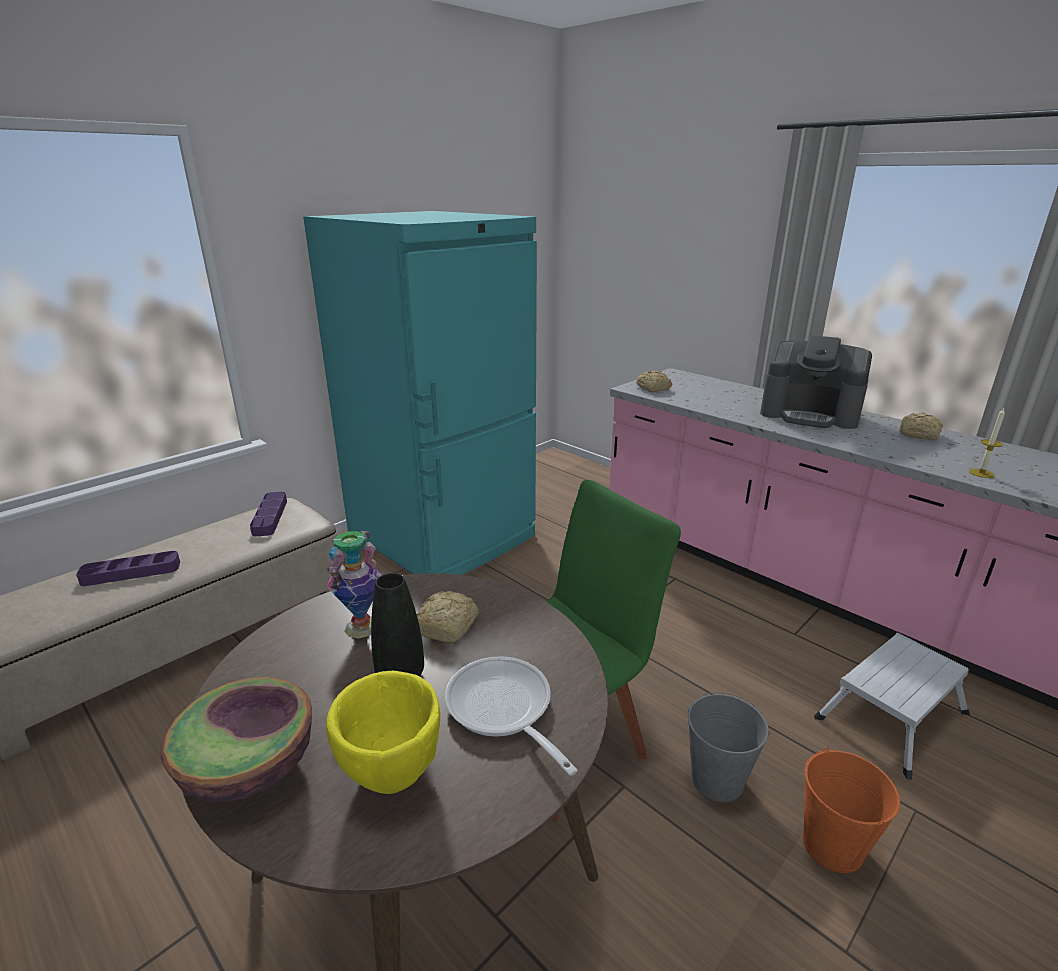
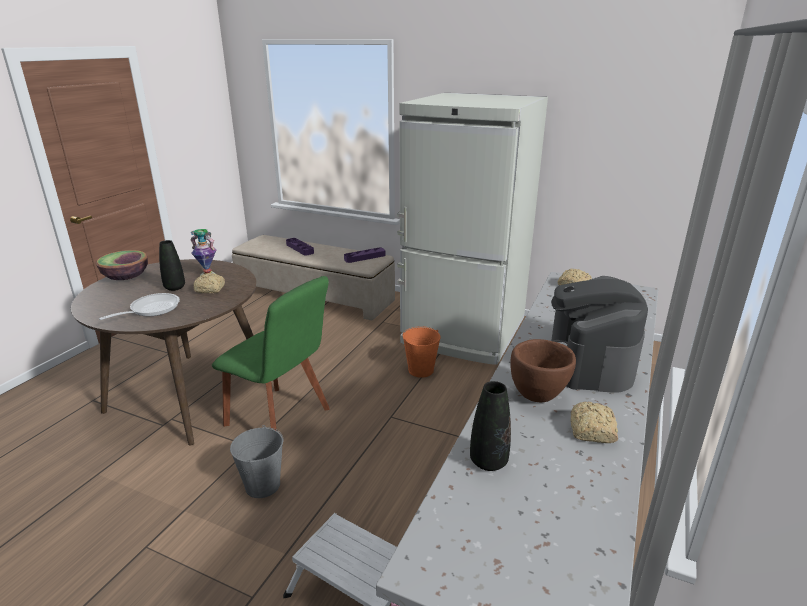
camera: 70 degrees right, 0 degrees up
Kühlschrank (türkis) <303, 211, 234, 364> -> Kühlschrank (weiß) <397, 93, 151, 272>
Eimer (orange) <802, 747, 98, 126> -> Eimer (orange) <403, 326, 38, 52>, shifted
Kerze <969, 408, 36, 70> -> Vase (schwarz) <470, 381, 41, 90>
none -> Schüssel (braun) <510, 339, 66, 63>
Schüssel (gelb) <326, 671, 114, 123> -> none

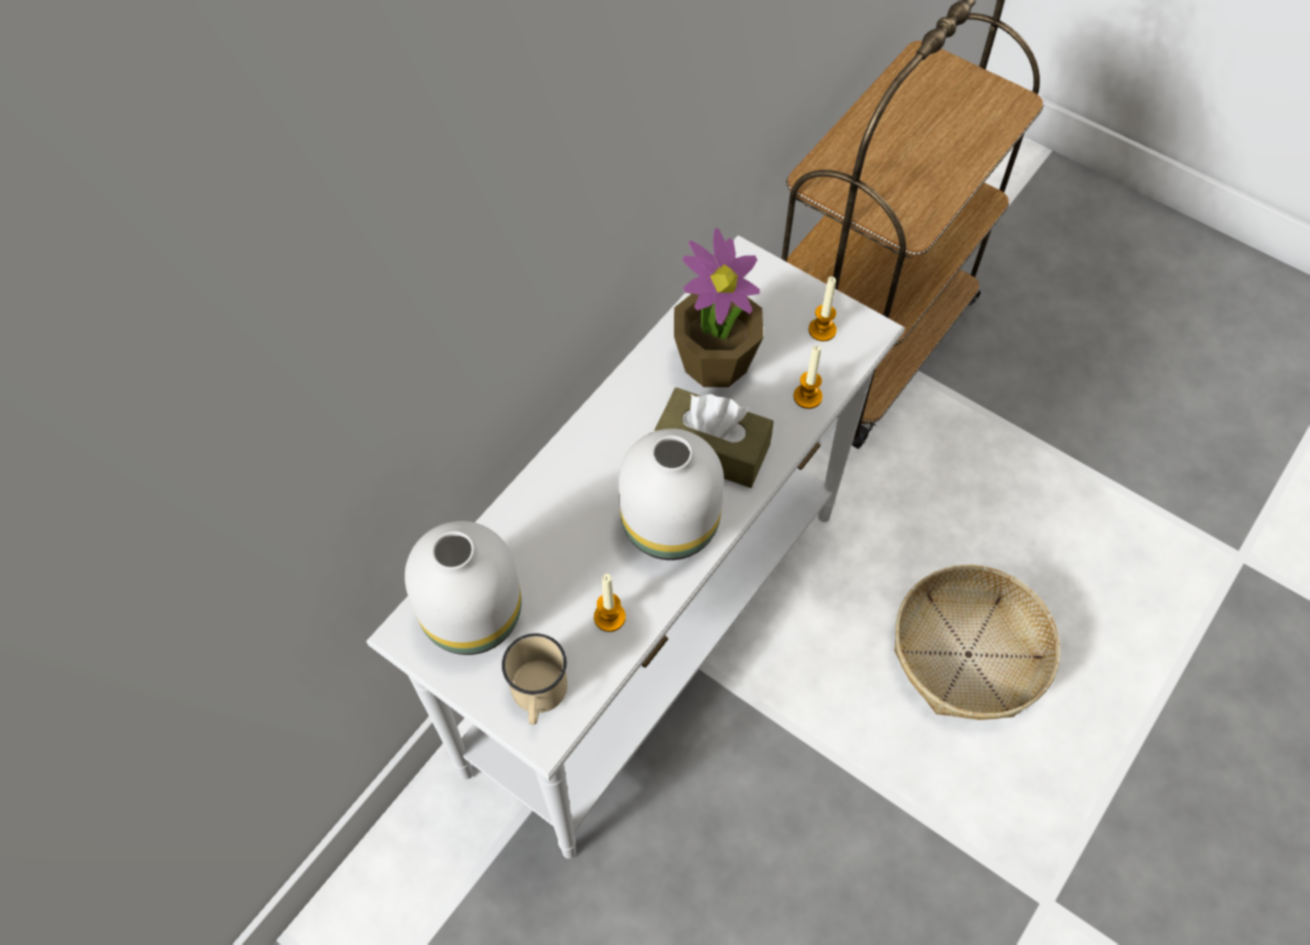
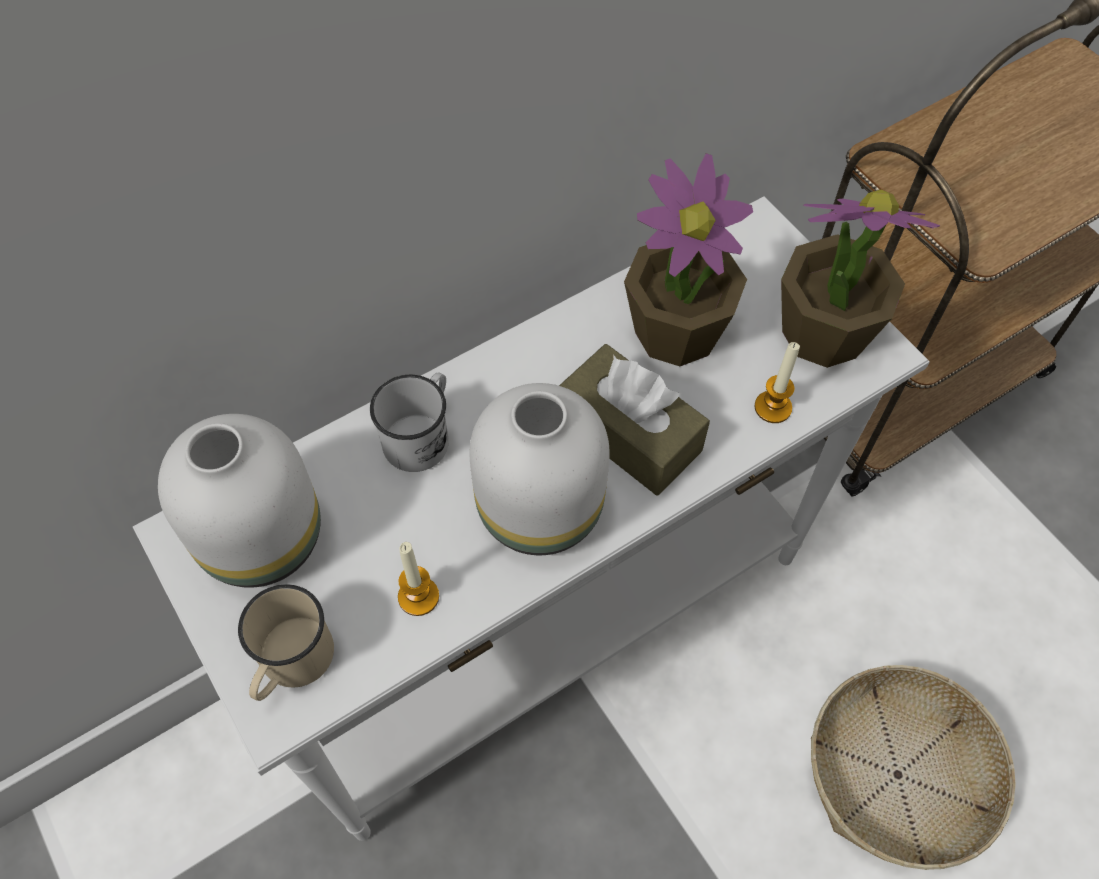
camera: 20 degrees right, 0 degrees up
none -> Henkelbecher (weiß) <370, 372, 79, 100>
Kerze <808, 276, 29, 65> -> Topfpflanze <781, 189, 159, 179>

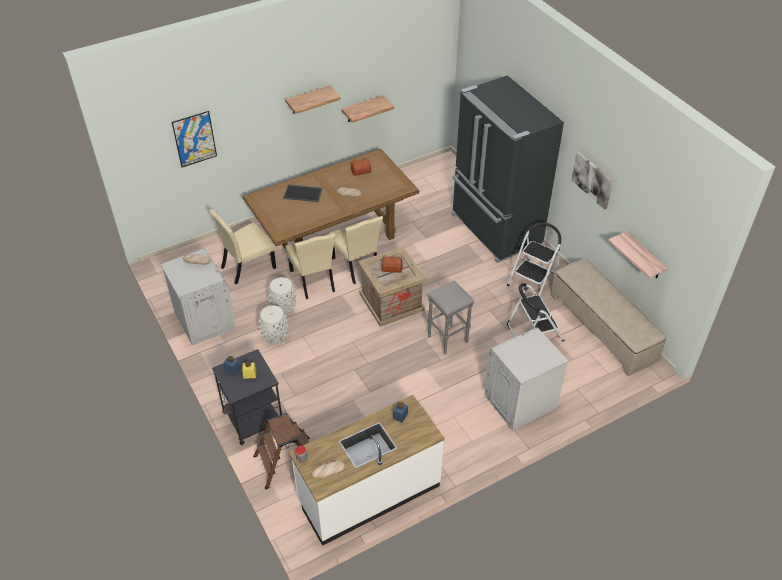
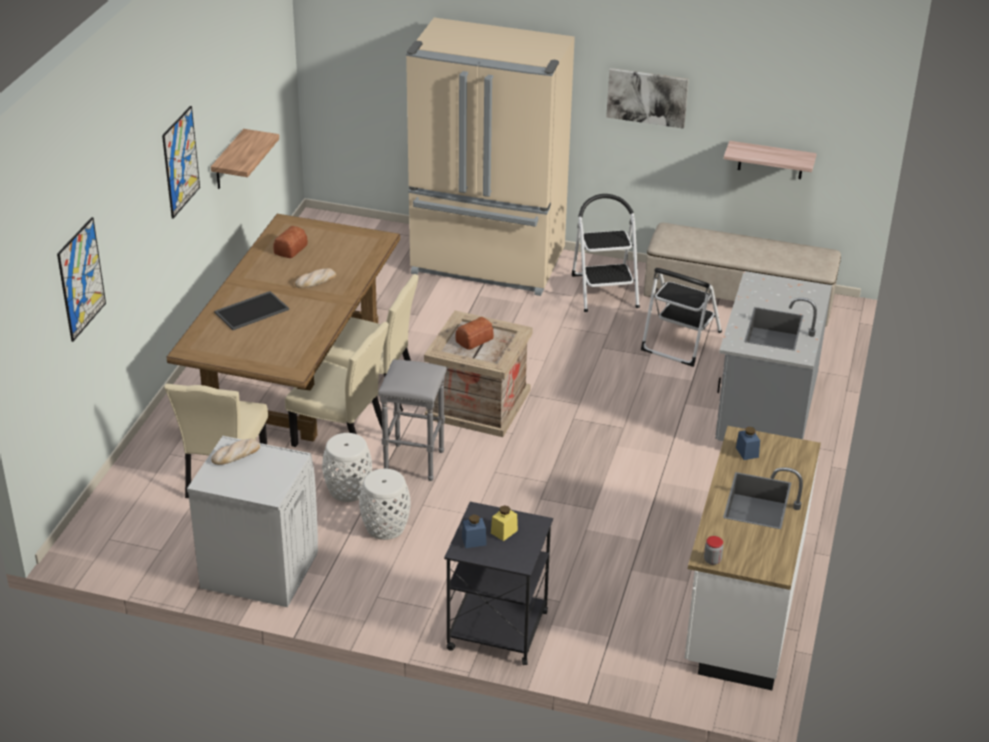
camera: 45 degrees left, 10 degrees down
Wandregal <285, 86, 56, 28> -> Bild <162, 106, 38, 113>
Hocker (grau) <427, 281, 47, 73> -> Hocker (grau) <378, 359, 69, 122>, shifted
Kühlschrank (schwarz) <451, 75, 113, 188> -> Kühlschrank (beige) <406, 18, 169, 278>
Waschmaschine (weiß) <485, 327, 83, 104> -> Küchenzeile (grau) <715, 271, 117, 170>
Trittleiter (braun) <253, 413, 57, 76> -> none
Brot <311, 461, 34, 18> -> none

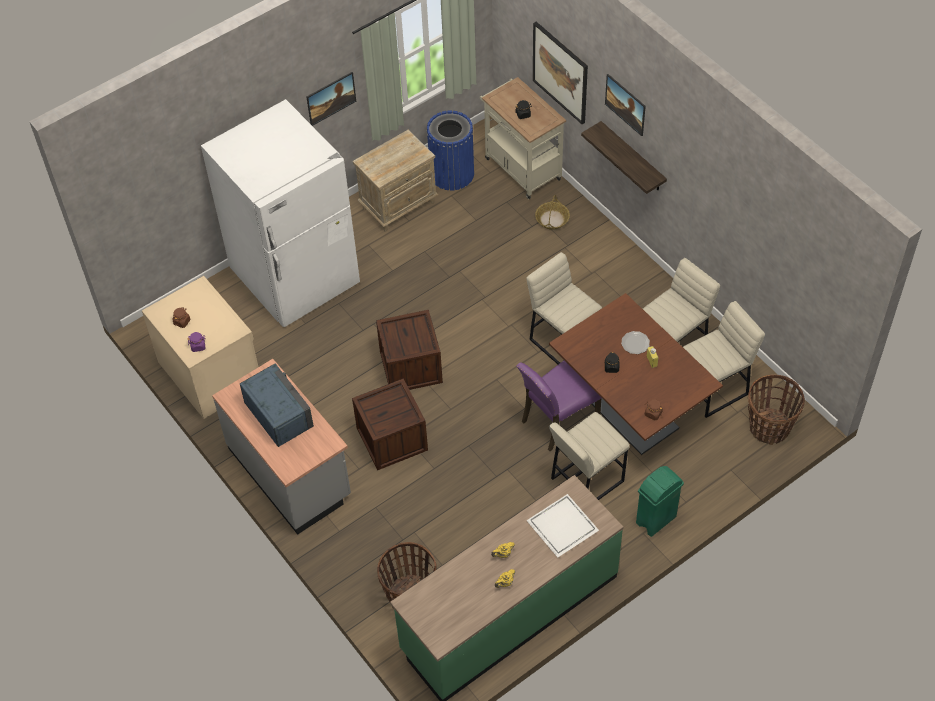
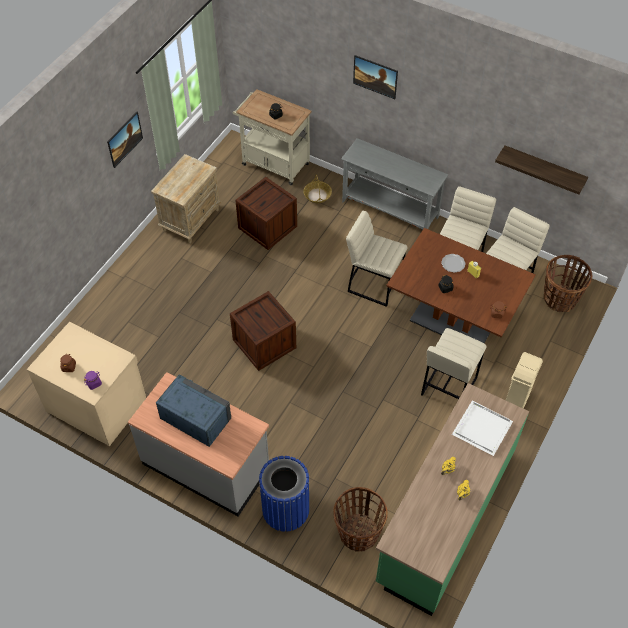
camera: 25 degrees left, 0 degrees up
Kiste <352, 379, 76, 91> -> Kiste <235, 177, 62, 73>, shifted
Mülleimer (blau) <427, 110, 47, 81> -> Mülleimer (blau) <259, 456, 50, 76>, shifted
none -> Konsolentisch (grau) <341, 138, 107, 91>
Wandregal <581, 121, 86, 73> -> Wandregal <495, 145, 93, 50>, shifted
Mülleimer (grün) <636, 466, 48, 71> -> Mülleimer (beige) <506, 352, 37, 57>
Kühlschrank (weiß) <201, 99, 159, 228> -> none
Stuhl (lila) <516, 360, 85, 91> -> none
Bild <533, 22, 55, 102> -> none

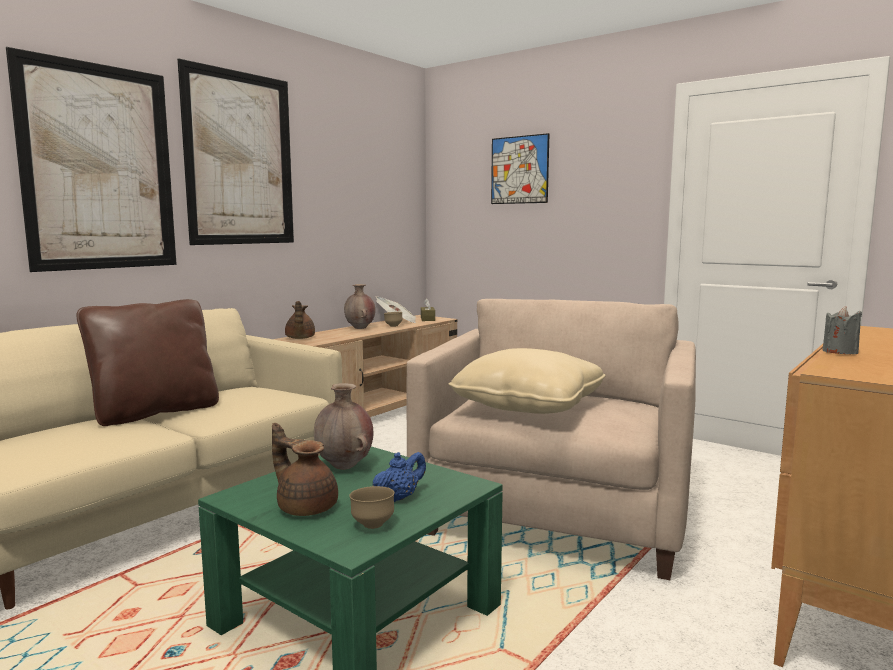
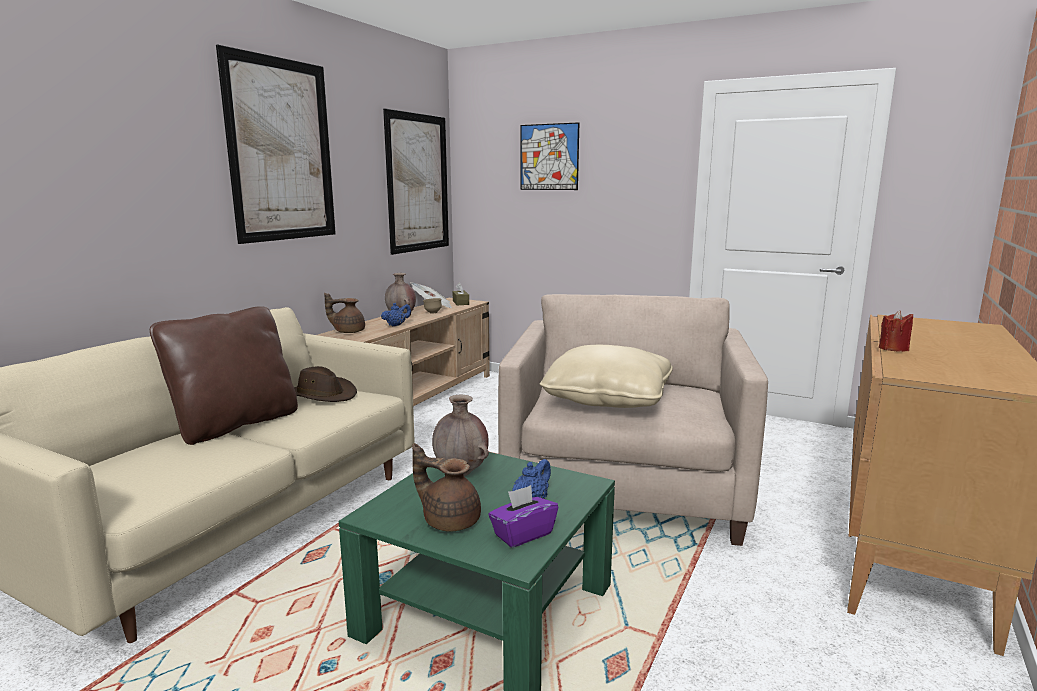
camera: 10 degrees left, 5 degrees up
none -> Hut (braun) <294, 366, 63, 36>
Teekanne (braun) <285, 301, 30, 38> -> Teekanne (braun) <324, 293, 41, 40>, 105 degrees clockwise
none -> Teekanne (blau) <381, 303, 30, 23>
Bild <6, 47, 171, 225> -> Bild <383, 108, 66, 147>, shifted
Schüssel (braun) <349, 486, 46, 43> -> Taschentuchbox (lila) <488, 485, 70, 63>
Kerze (grau) <822, 306, 40, 48> -> Kerze (rot) <879, 310, 34, 42>

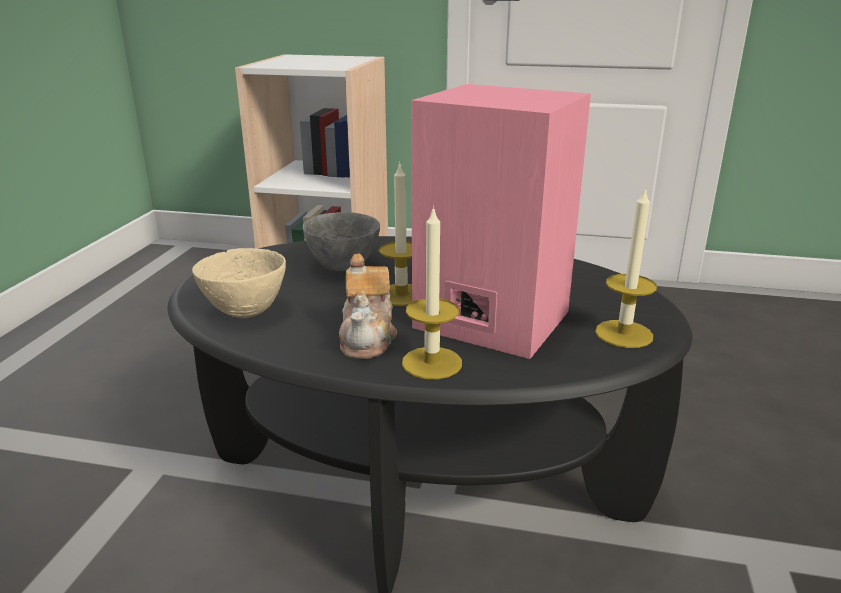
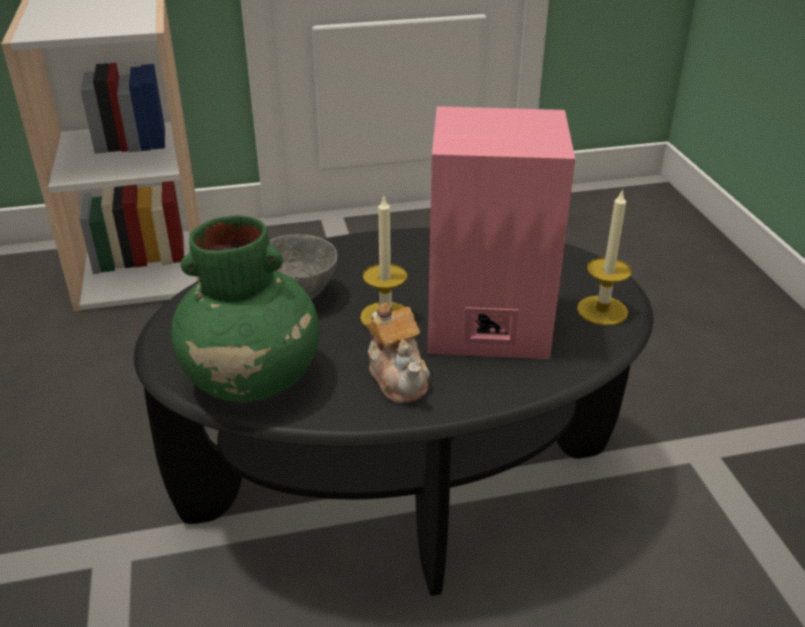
camera: 25 degrees left, 10 degrees up
Schüssel (beige) <192, 248, 94, 70> -> Vase (grün) <171, 215, 149, 187>
Kerze <402, 205, 60, 174> -> none

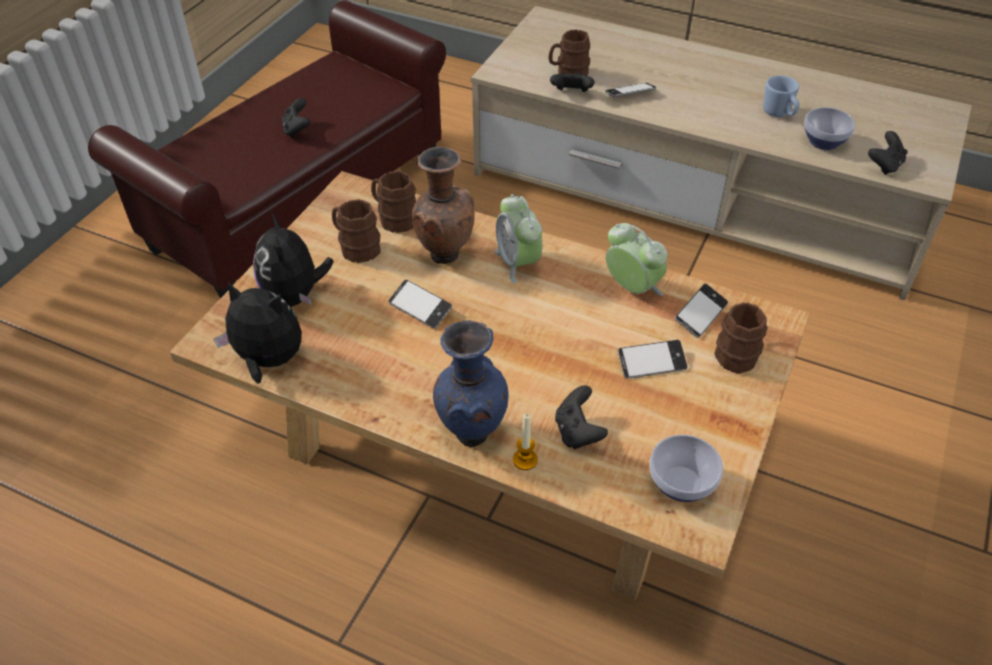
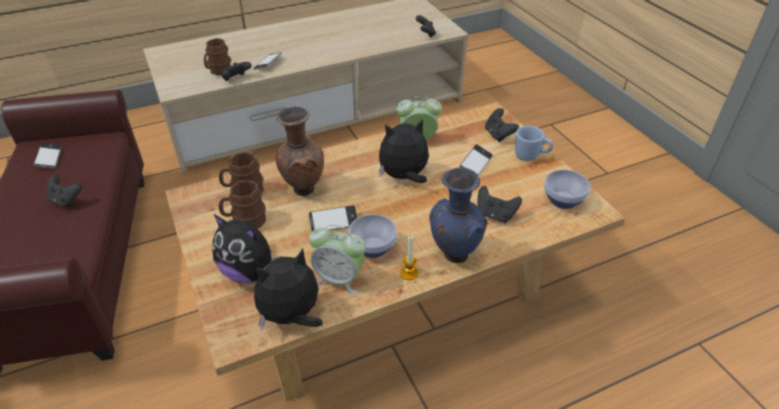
camera: 50 degrees left, 5 degrees down
Handy <675, 284, 53, 54> -> Handy <33, 143, 29, 26>, shifted
Wecker <495, 194, 47, 90> -> Wecker <309, 224, 57, 70>, shifted
Schüssel <804, 107, 51, 43> -> Schüssel <348, 214, 49, 44>, shifted
none -> Plüschtier <379, 119, 50, 64>
Kerze <513, 414, 25, 56> -> Kerze <400, 236, 18, 44>, shifted
Henkelbecher (braun) <715, 302, 52, 72> -> Gamepad (schwarz) <485, 108, 34, 34>
Henkelbecher (blau) <763, 75, 36, 42> -> Henkelbecher (blau) <515, 126, 38, 35>, shifted

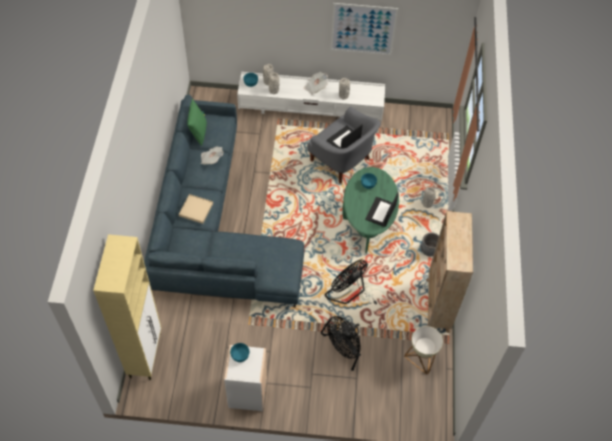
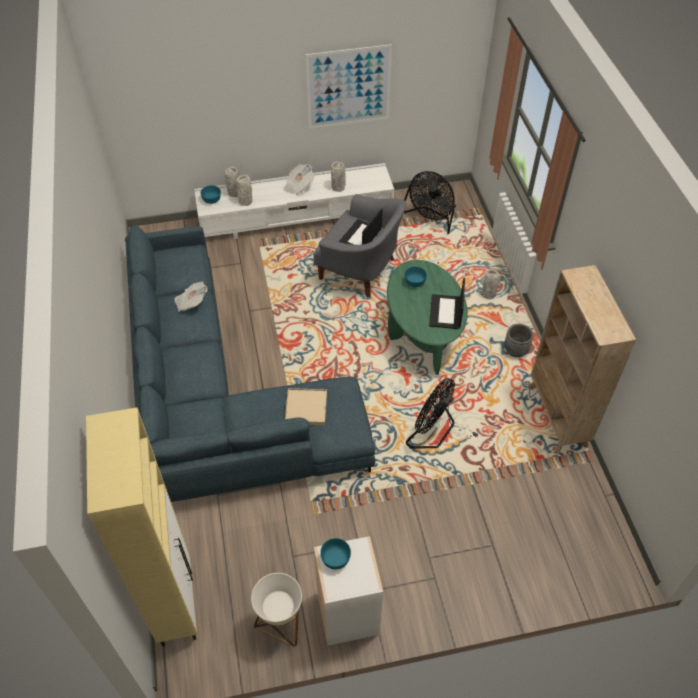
camera: 15 degrees left, 5 degrees down
Pflanzkübel <404, 326, 39, 48> -> Pflanzkübel <251, 573, 51, 73>, shifted
Tablett (beige) <179, 194, 34, 30> -> Tablett (beige) <285, 388, 42, 37>, shifted
Ventilator (schwarz) <321, 316, 40, 55> -> Ventilator (schwarz) <404, 171, 52, 63>, shifted
Kissen (grün) <187, 99, 20, 47> -> none

